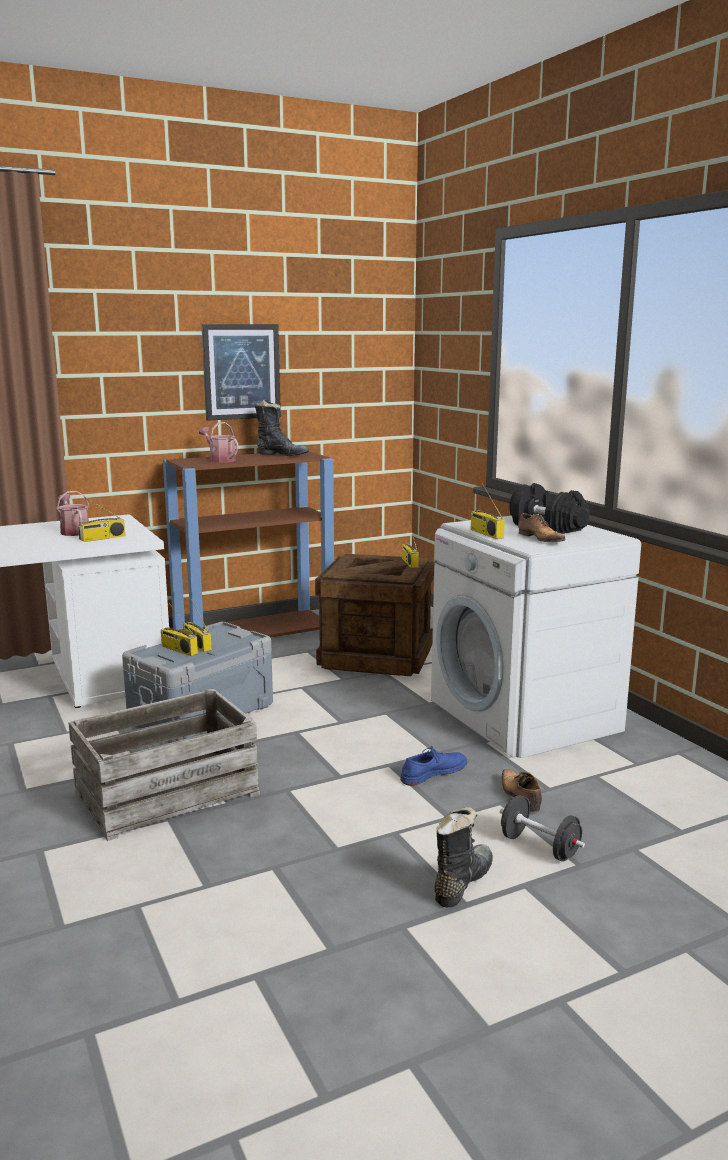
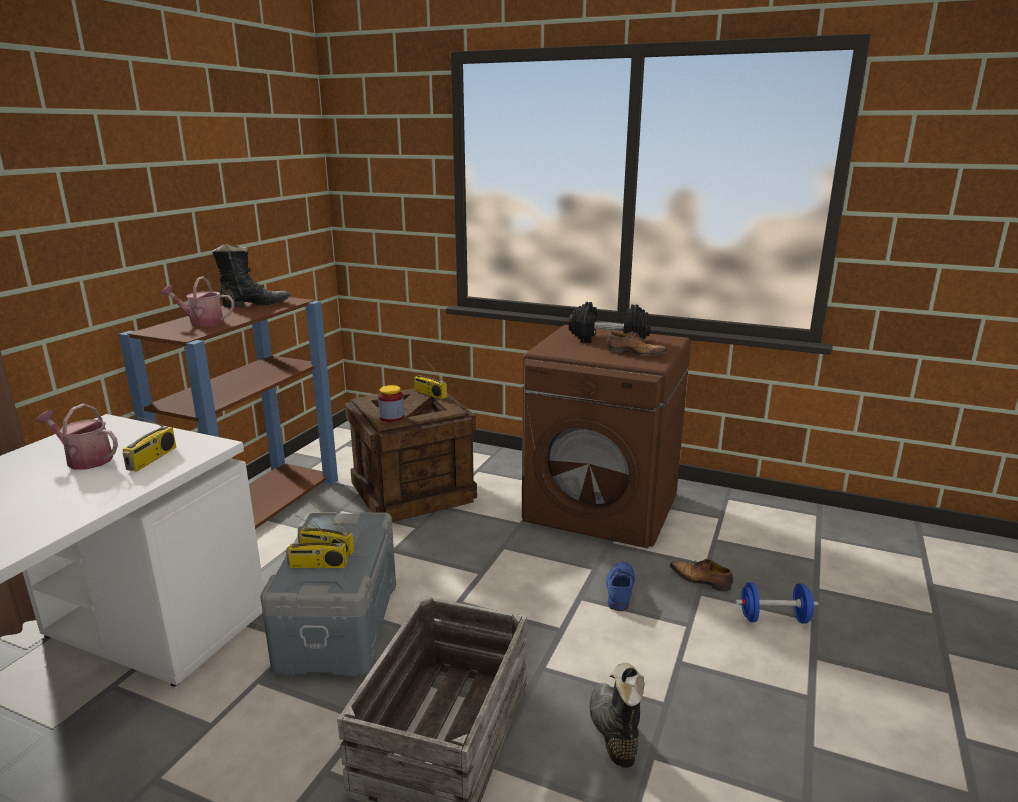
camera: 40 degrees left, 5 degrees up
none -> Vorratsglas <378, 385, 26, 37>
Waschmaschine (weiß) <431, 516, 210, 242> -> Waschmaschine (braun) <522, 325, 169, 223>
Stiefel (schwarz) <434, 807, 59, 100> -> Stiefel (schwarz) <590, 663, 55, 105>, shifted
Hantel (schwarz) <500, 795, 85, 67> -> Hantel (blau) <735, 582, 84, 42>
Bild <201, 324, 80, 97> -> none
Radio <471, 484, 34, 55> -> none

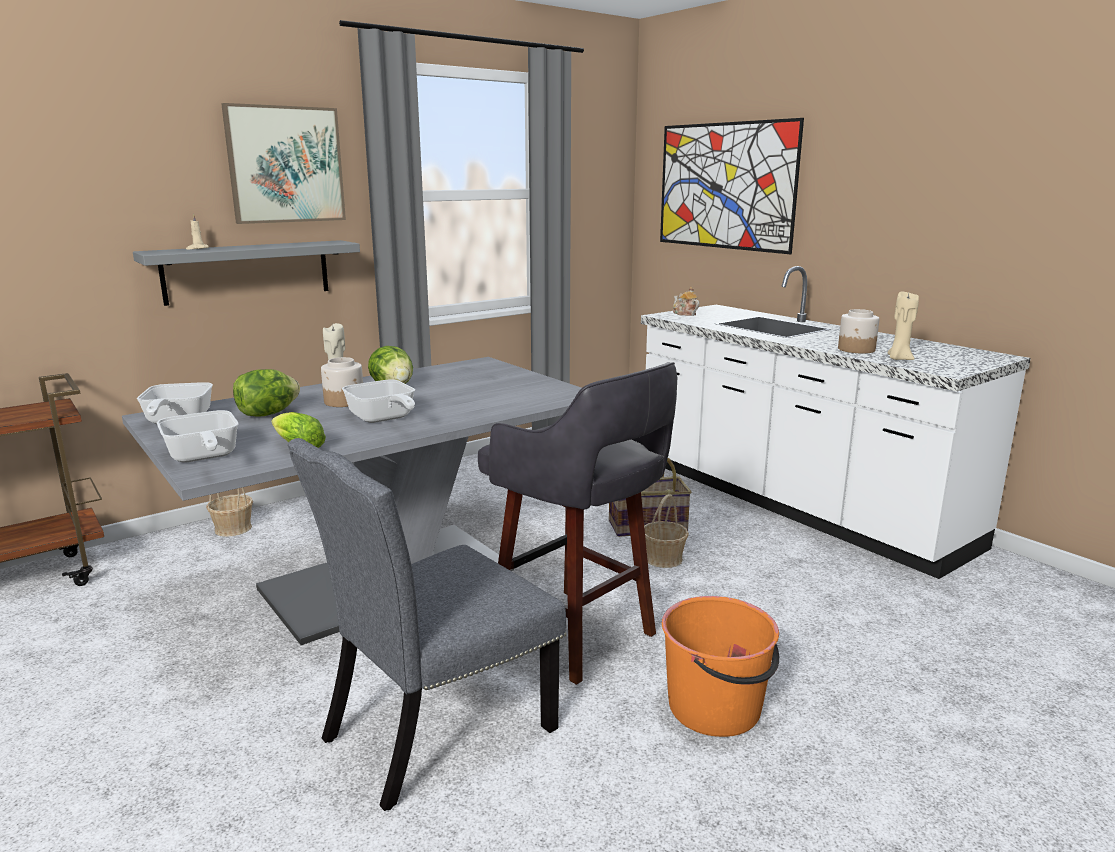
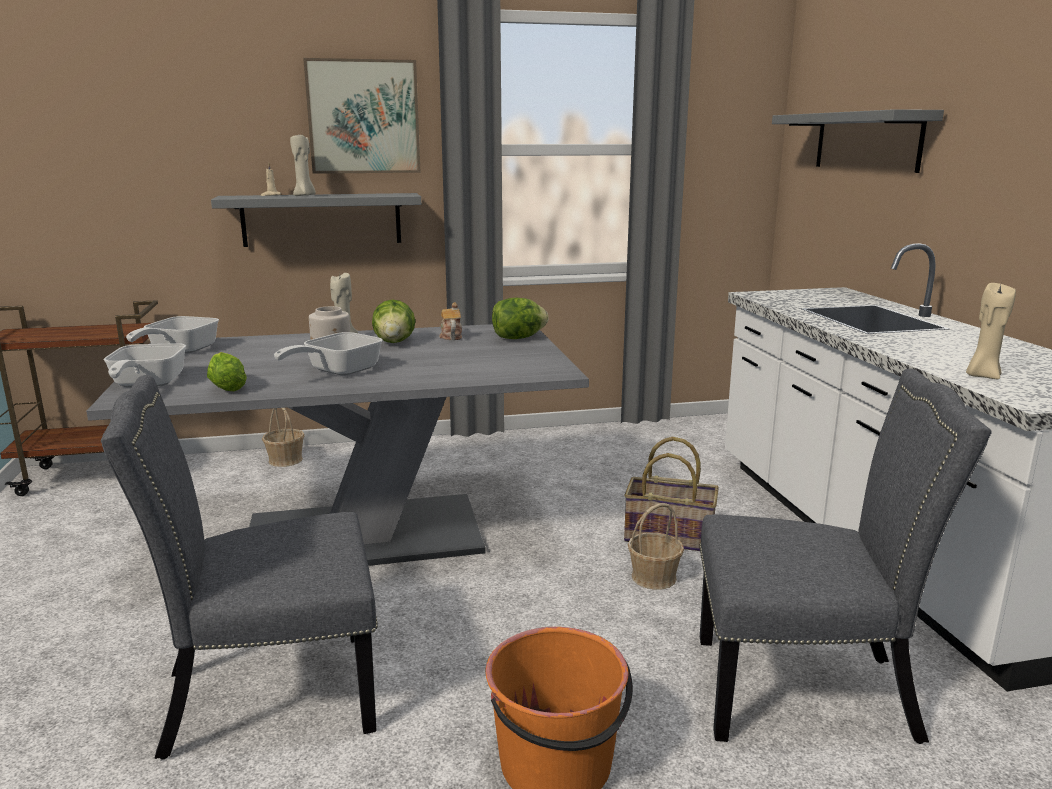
camera: 25 degrees right, 0 degrees up
Pfanne <342, 380, 73, 43> -> Pfanne <274, 332, 108, 44>, 45 degrees clockwise
none -> Kerze (beige) <290, 135, 26, 61>
Teekanne <673, 286, 27, 30> -> Teekanne <439, 302, 23, 38>, shifted
Salatkopf <233, 369, 67, 47> -> Salatkopf <492, 298, 56, 41>, shifted
none -> Stuhl (grau) <700, 368, 292, 376>
Bild <660, 118, 144, 136> -> Wandregal (grau) <772, 109, 172, 64>
Hocker (grau) <478, 362, 199, 323> -> none
Vorratsglas <838, 309, 41, 44> -> none

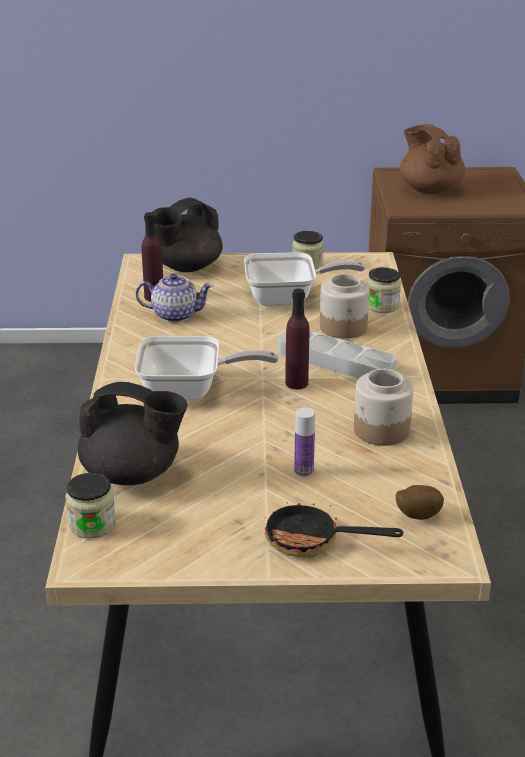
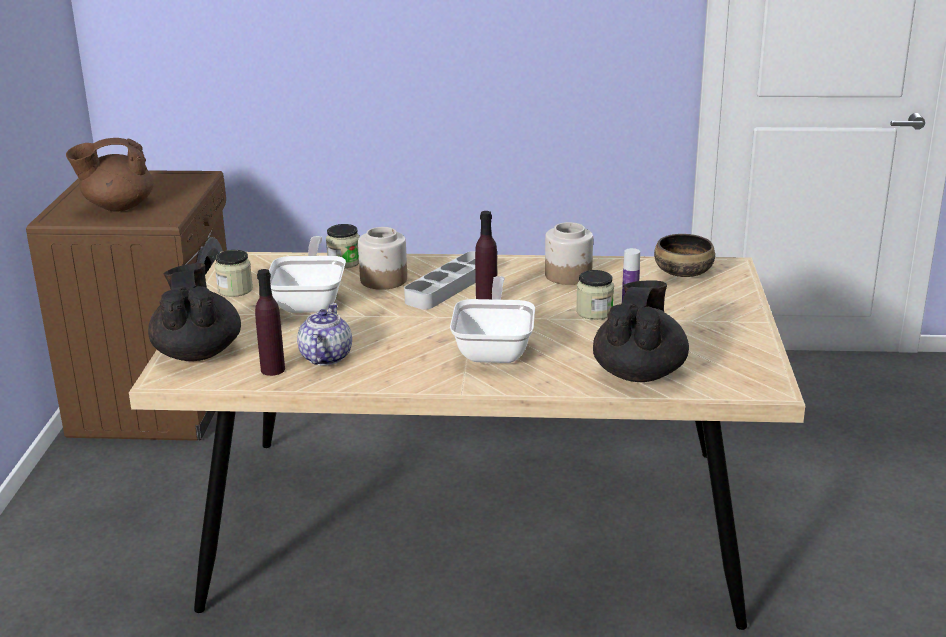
camera: 85 degrees left, 5 degrees down
Teekanne (schwarz) <152, 197, 71, 75> -> Teekanne (schwarz) <148, 263, 93, 98>, 150 degrees counterclockwise
Vorratsglas <66, 473, 50, 66> -> Vorratsglas <576, 270, 38, 50>, shifted
Kartoffel <396, 485, 48, 35> -> Schüssel <654, 234, 61, 43>
Pfanne <265, 495, 138, 63> -> none

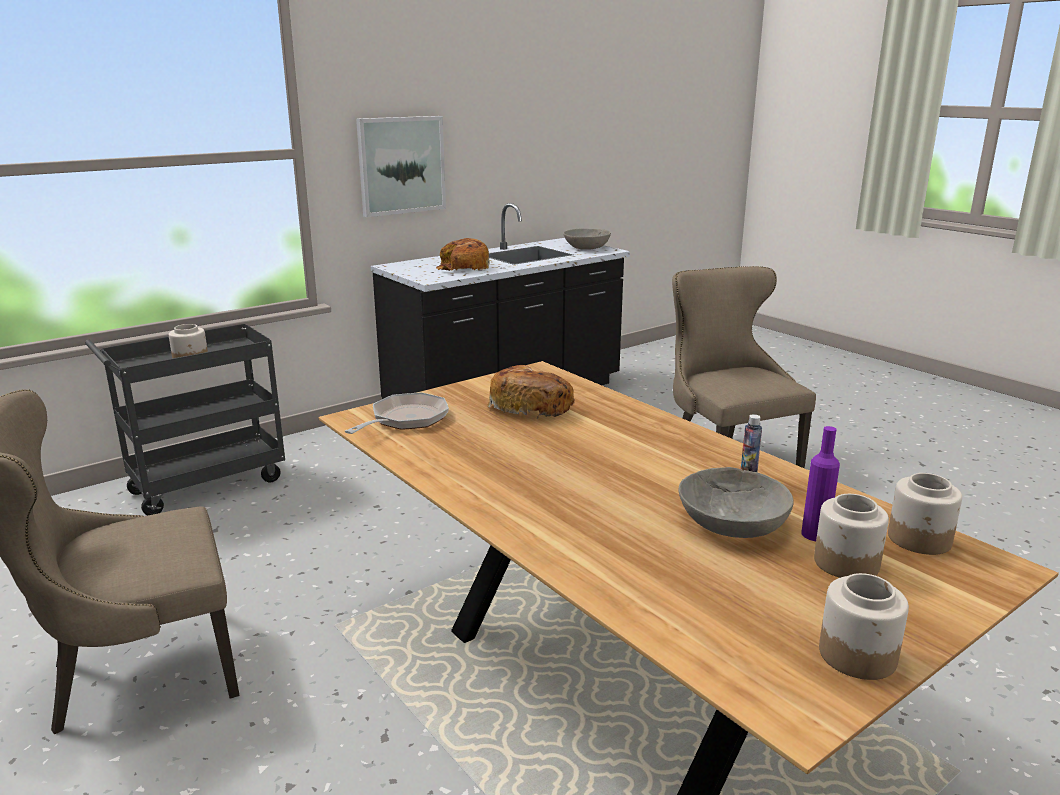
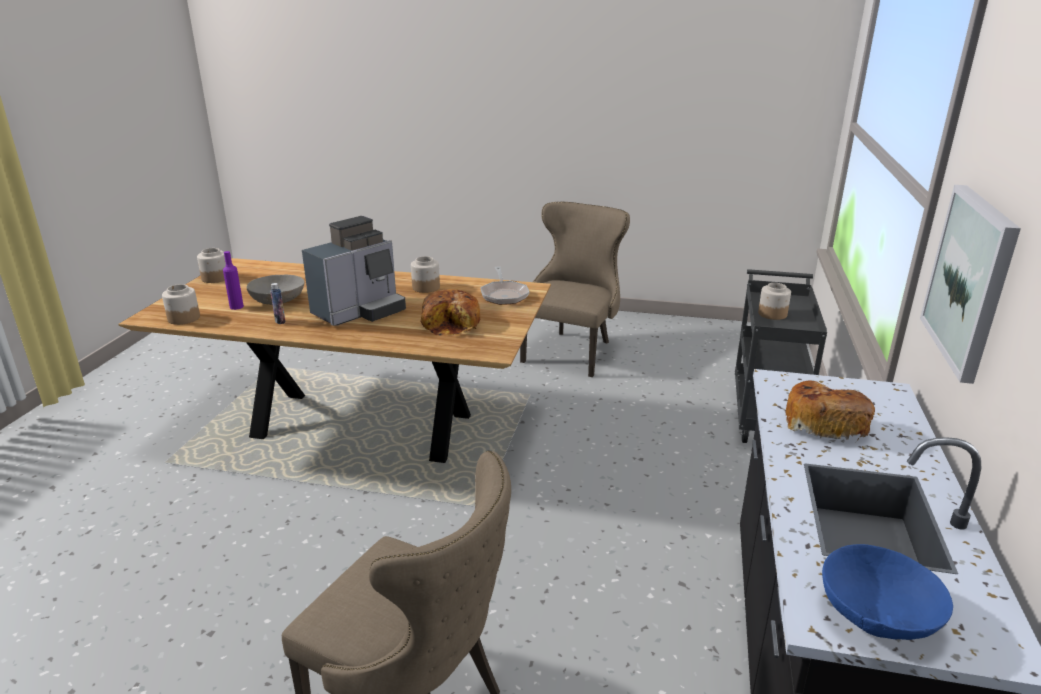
camera: 140 degrees right, 5 degrees up
none -> Kaffeemaschine <302, 216, 104, 110>
Vorratsglas <814, 494, 75, 84> -> Vorratsglas <411, 256, 29, 37>, shifted
Schüssel (grau) <563, 228, 48, 22> -> Schüssel (blau) <822, 544, 131, 96>

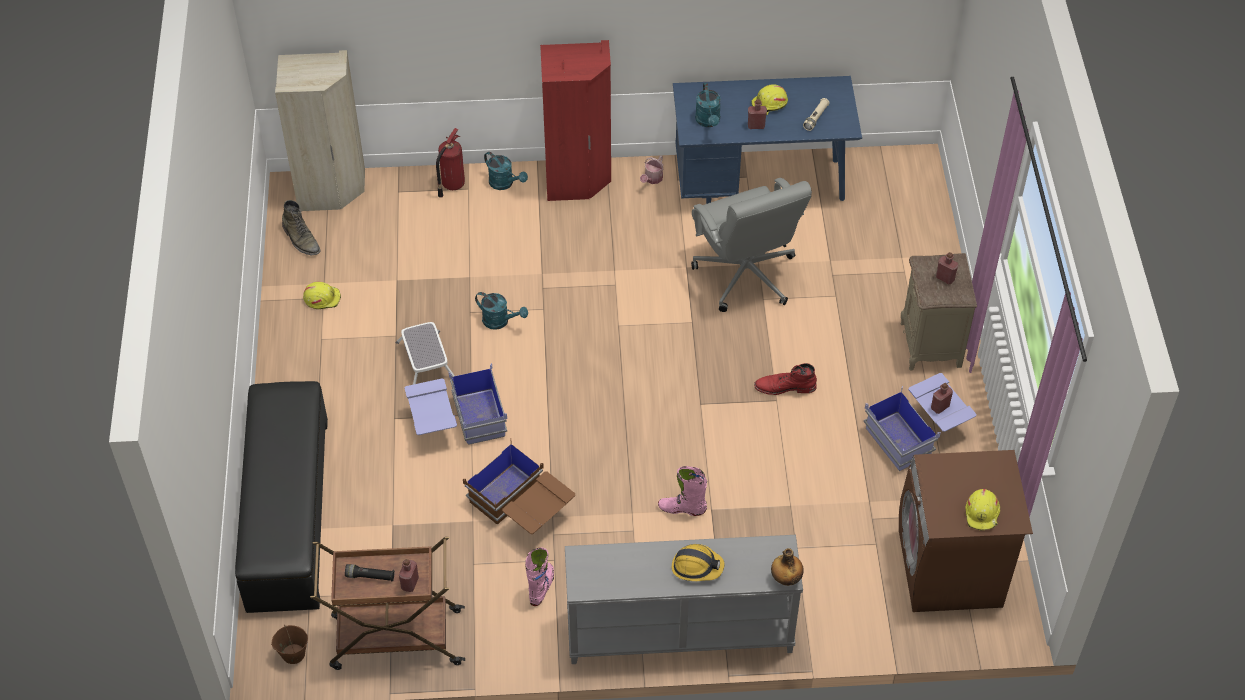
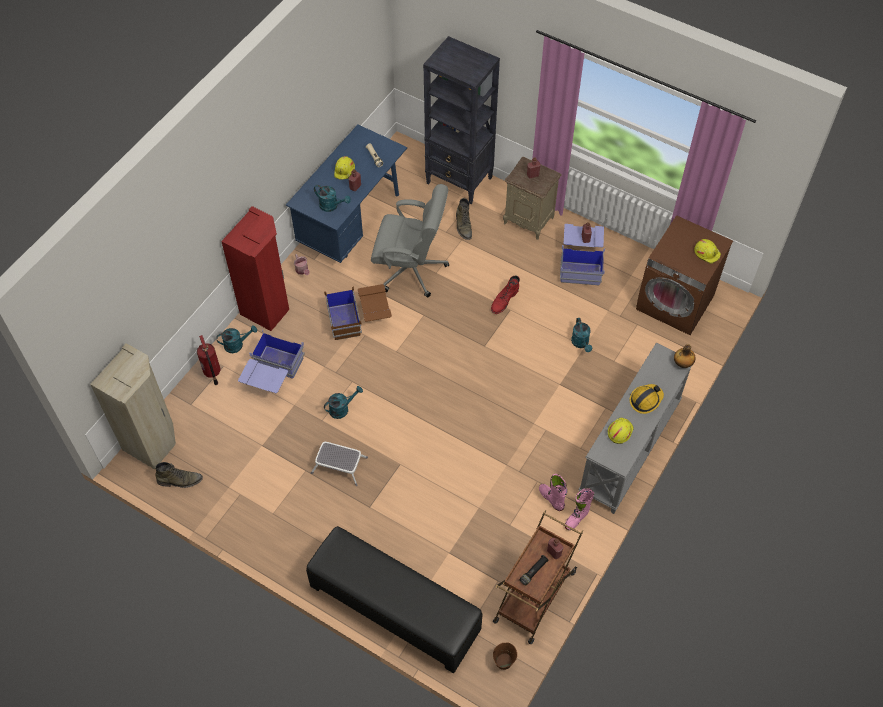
camera: 55 degrees left, 5 degrees up
Aufbewahrungsbox (blau) <404, 363, 103, 82> -> Aufbewahrungsbox (blau) <238, 330, 67, 63>, shifted
Aufbewahrungsbox (braun) <463, 442, 112, 92> -> Aufbewahrungsbox (braun) <324, 284, 68, 56>, shifted
none -> Bücherregal (schwarz) <423, 36, 77, 168>
none -> Stiefel (grün) <456, 198, 16, 42>
Stiefel (rosa) <658, 466, 49, 50> -> Stiefel (rosa) <565, 488, 29, 42>, shifted
none -> Gießkanne (türkis) <571, 318, 21, 34>
Schutzhelm (gelb) <303, 282, 38, 27> -> Schutzhelm (gelb) <608, 418, 26, 26>, shifted

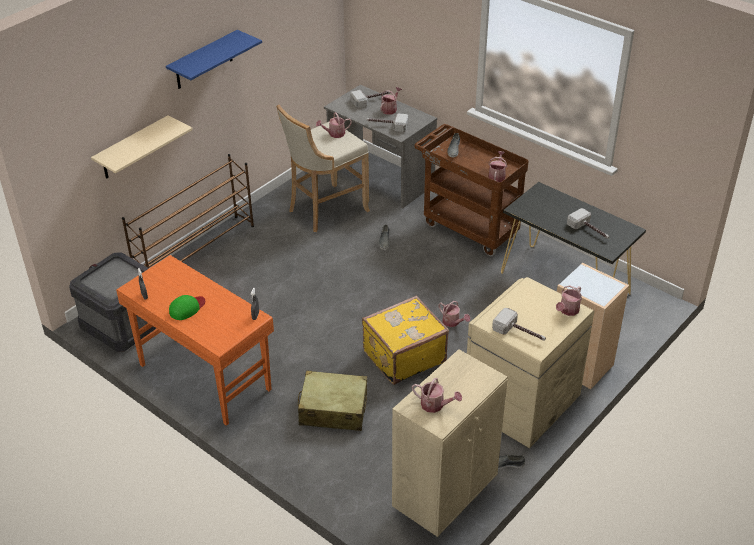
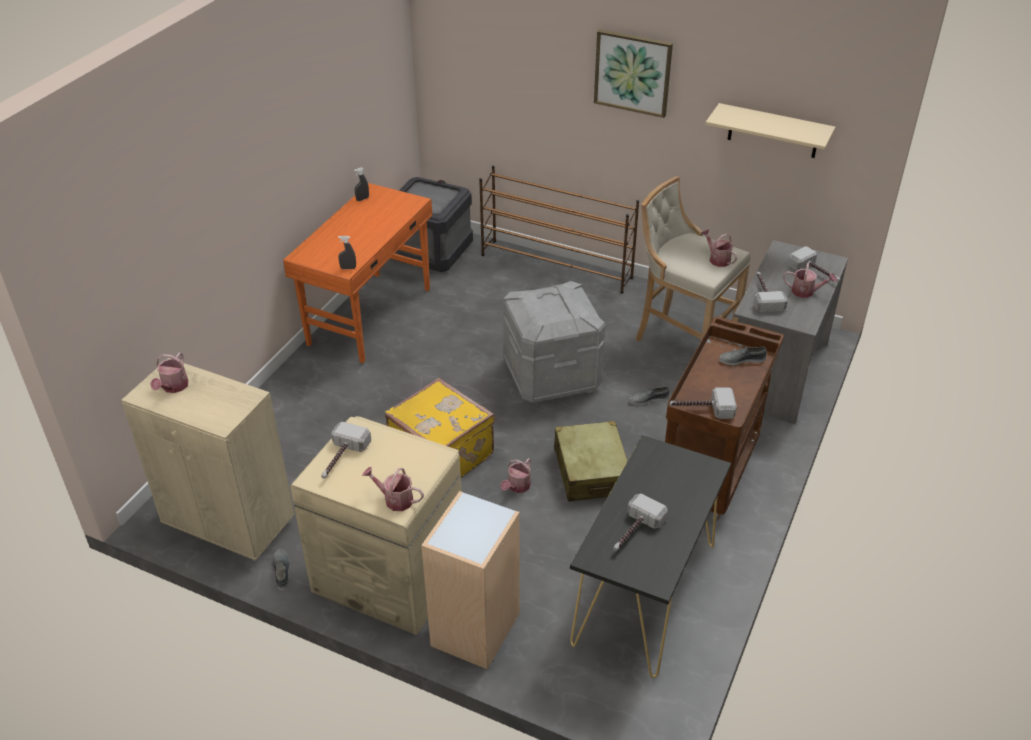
camera: 75 degrees right, 0 degrees up
none -> Aufbewahrungsbox (grau) <502, 281, 103, 123>
Koffer (beige) <298, 370, 69, 61> -> Koffer (beige) <554, 421, 74, 81>, shifted
Wandregal (blau) <166, 30, 96, 59> -> Bild <594, 29, 79, 89>
Gießkanne <488, 151, 19, 31> -> Hammer <669, 387, 68, 32>
Wandregal (beige) <91, 115, 102, 64> -> Wandregal (beige) <705, 103, 131, 55>, shifted
Kappe (grün) <169, 295, 36, 25> -> none

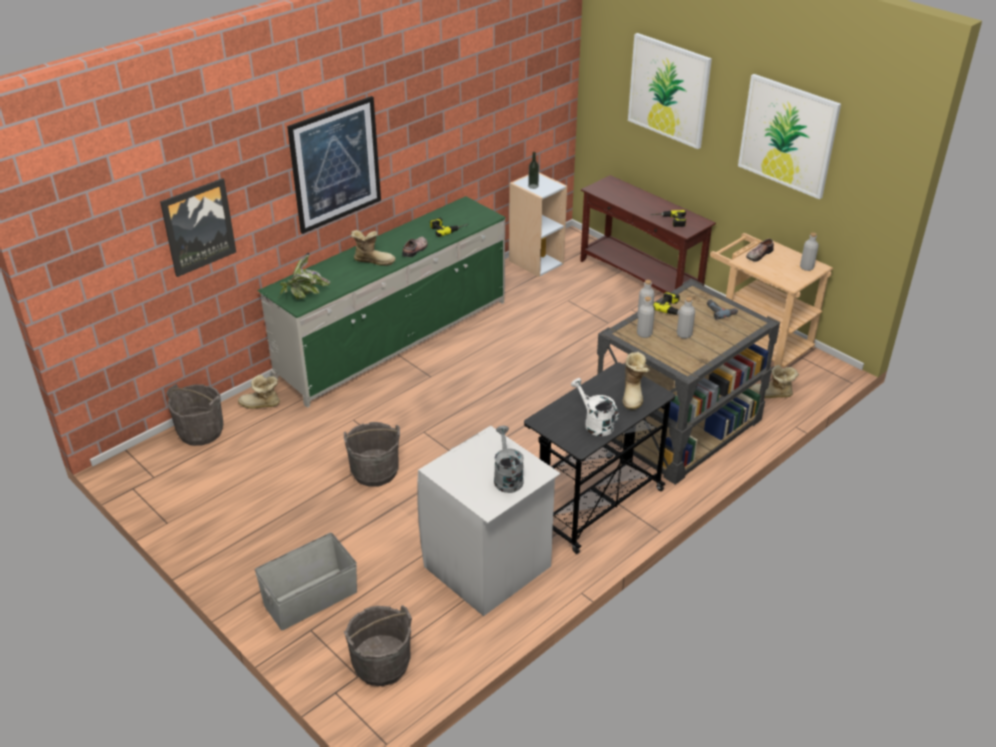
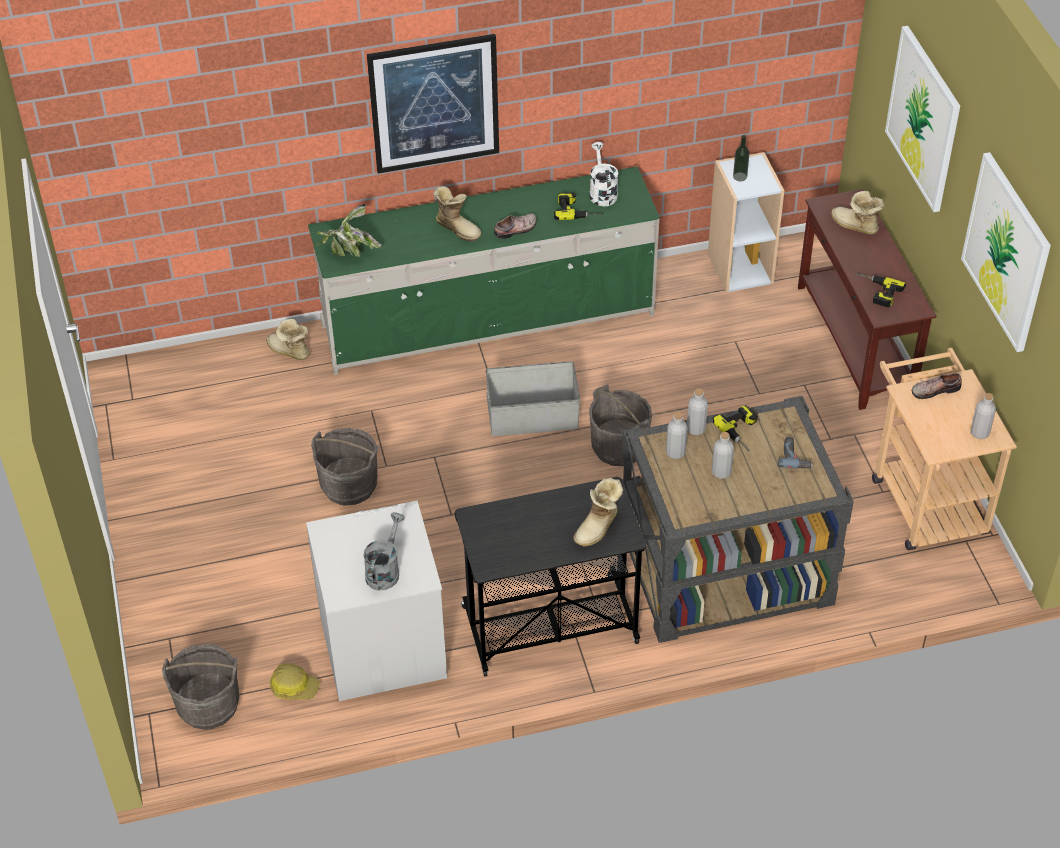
camera: 30 degrees right, 10 degrees up
none -> Schutzhelm <270, 663, 50, 37>
Aufbewahrungsbox (grau) <255, 533, 102, 97> -> Aufbewahrungsbox (grau) <486, 361, 94, 75>, shifted
Gießkanne (weiß) <571, 378, 48, 58> -> Gießkanne (weiß) <589, 142, 29, 64>, shifted
Eimer (grau) <166, 384, 57, 62> -> Eimer (grau) <589, 384, 63, 82>, shifted
Stiefel <750, 365, 49, 33> -> Stiefel <831, 191, 54, 44>, shifted
Bild <160, 178, 76, 99> -> none

